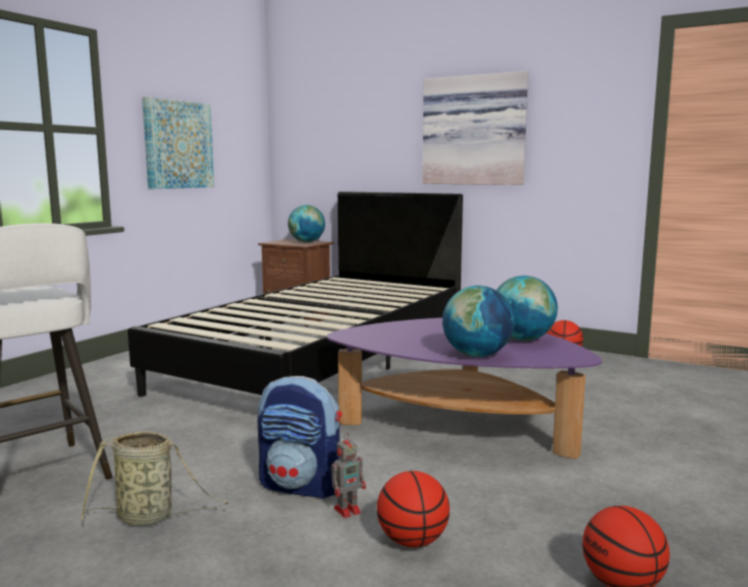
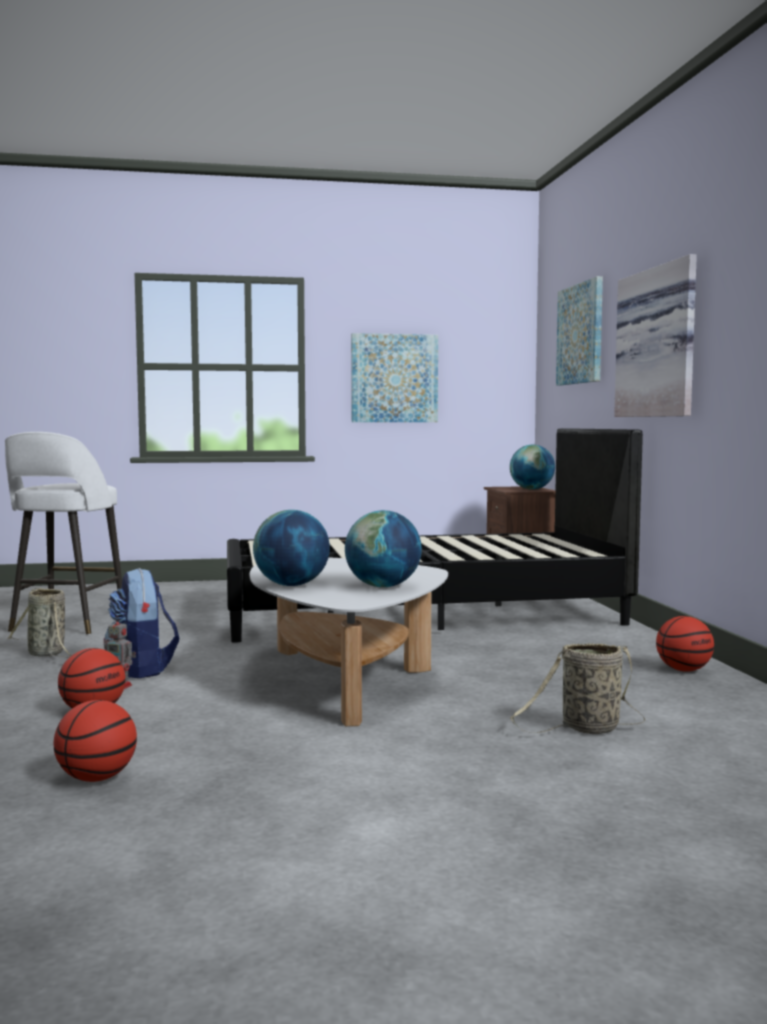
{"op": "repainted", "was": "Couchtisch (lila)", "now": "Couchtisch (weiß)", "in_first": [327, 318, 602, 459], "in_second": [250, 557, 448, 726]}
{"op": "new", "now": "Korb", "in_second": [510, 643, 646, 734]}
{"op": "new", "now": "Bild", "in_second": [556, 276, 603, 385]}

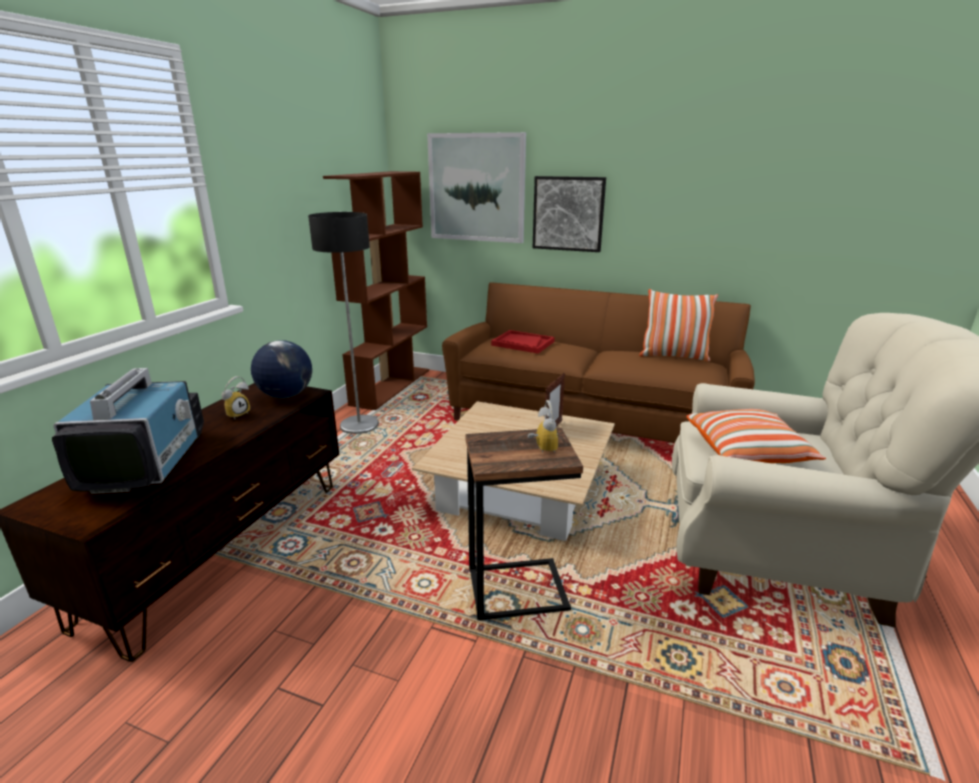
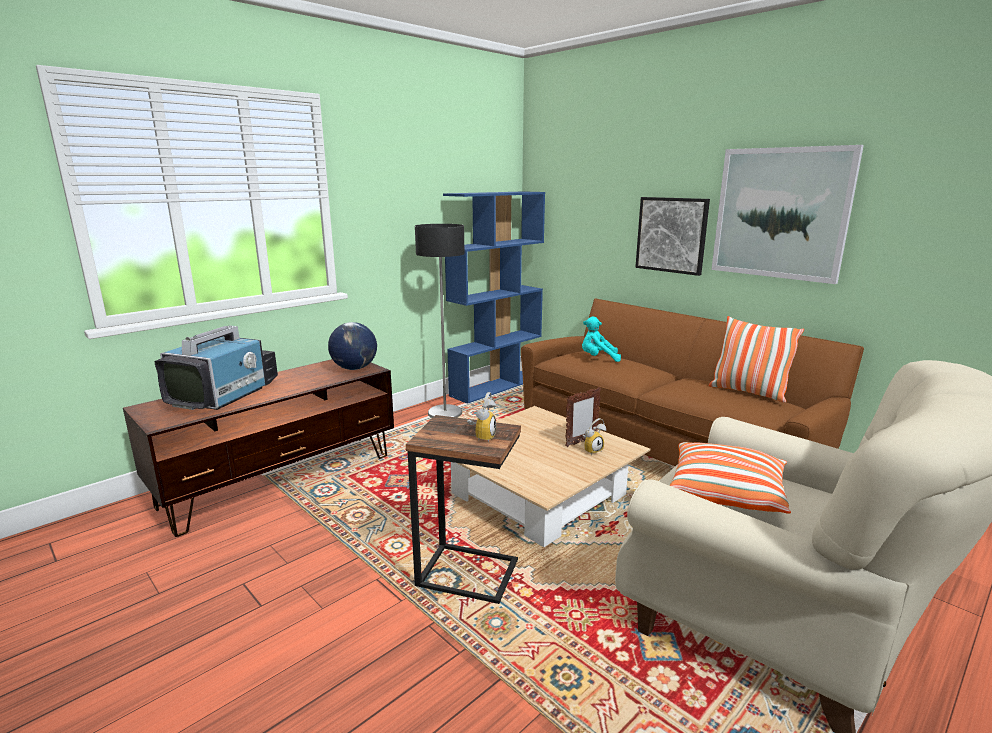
{"op": "repainted", "was": "Bücherregal (braun)", "now": "Bücherregal (blau)", "in_first": [323, 171, 429, 410], "in_second": [443, 191, 545, 403]}
{"op": "swapped", "was": "Tablett (rot)", "now": "Plüschtier (türkis)", "in_first": [491, 330, 555, 354], "in_second": [582, 316, 621, 362]}
{"op": "shifted", "was": "Wecker", "in_first": [221, 376, 250, 419], "in_second": [582, 418, 606, 455]}
{"op": "shifted", "was": "Bild", "in_first": [427, 132, 526, 243], "in_second": [711, 145, 864, 284]}

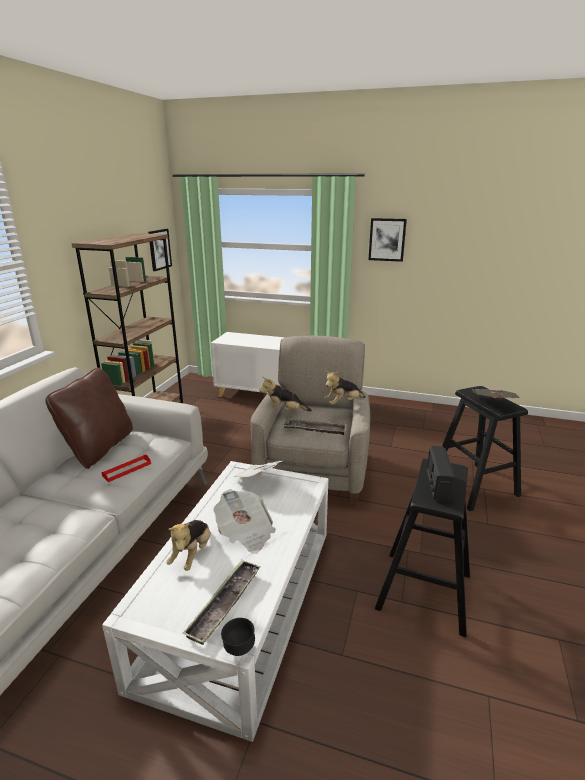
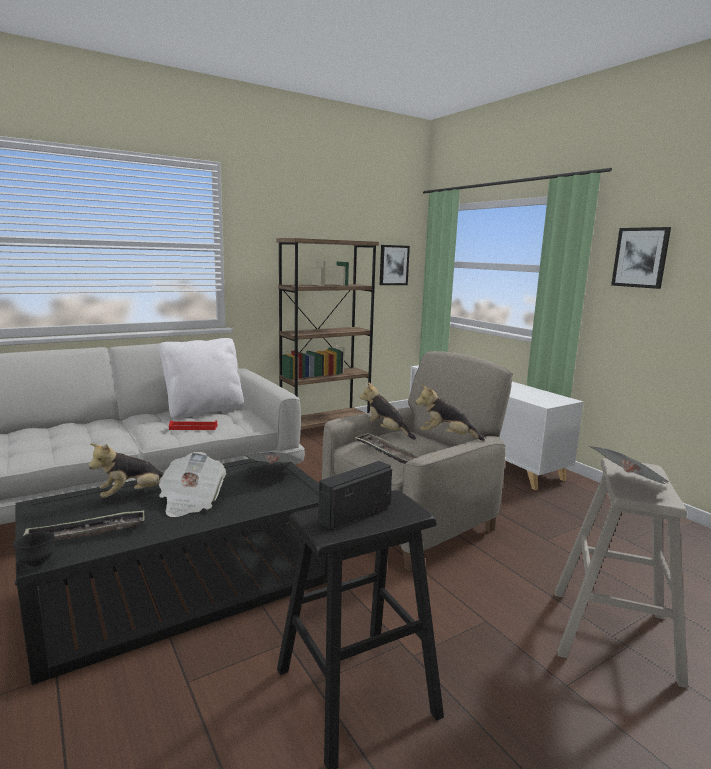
{"op": "repainted", "was": "Couchtisch (weiß)", "now": "Couchtisch (schwarz)", "in_first": [102, 461, 328, 742], "in_second": [15, 459, 328, 685]}
{"op": "repainted", "was": "Kissen (braun)", "now": "Kissen (weiß)", "in_first": [45, 368, 133, 469], "in_second": [159, 338, 244, 419]}
{"op": "repainted", "was": "Hocker (schwarz)", "now": "Hocker (beige)", "in_first": [442, 386, 528, 511], "in_second": [555, 458, 688, 688]}

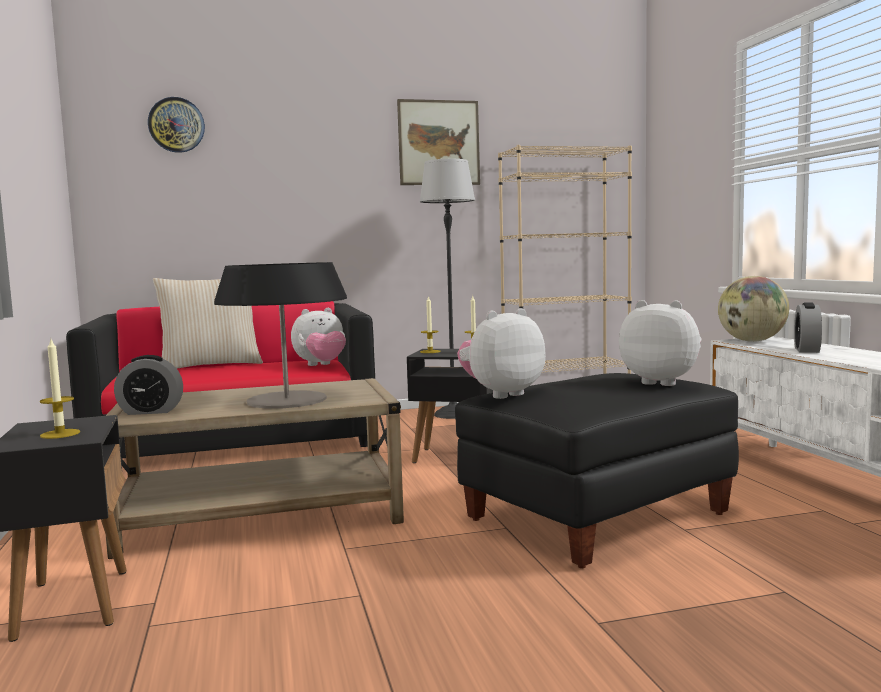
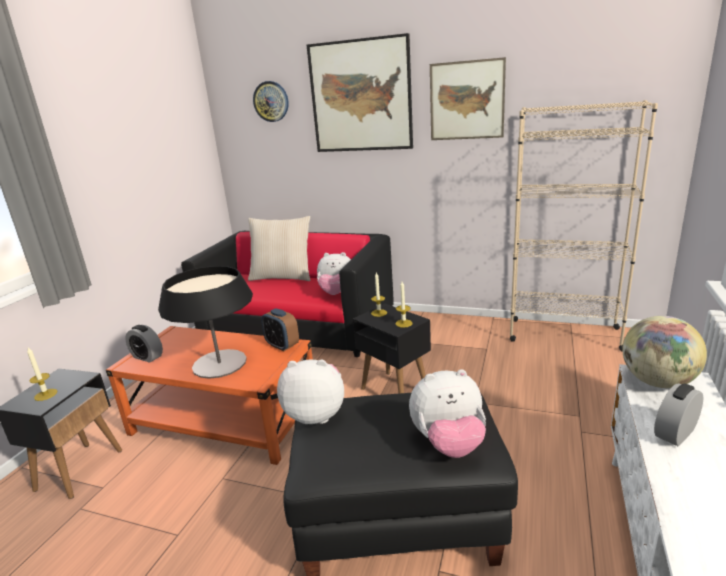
{"op": "repainted", "was": "Couchtisch (beige)", "now": "Couchtisch (orange)", "in_first": [106, 378, 404, 559], "in_second": [106, 326, 313, 465]}
{"op": "new", "now": "Wecker", "in_second": [261, 309, 299, 351]}
{"op": "new", "now": "Bild", "in_second": [307, 33, 413, 152]}
{"op": "rotated", "was": "Plüschtier", "in_first": [619, 300, 702, 386], "in_second": [409, 369, 486, 458], "clockwise": 105}
{"op": "gone", "was": "Stehlampe", "in_first": [420, 159, 475, 419]}

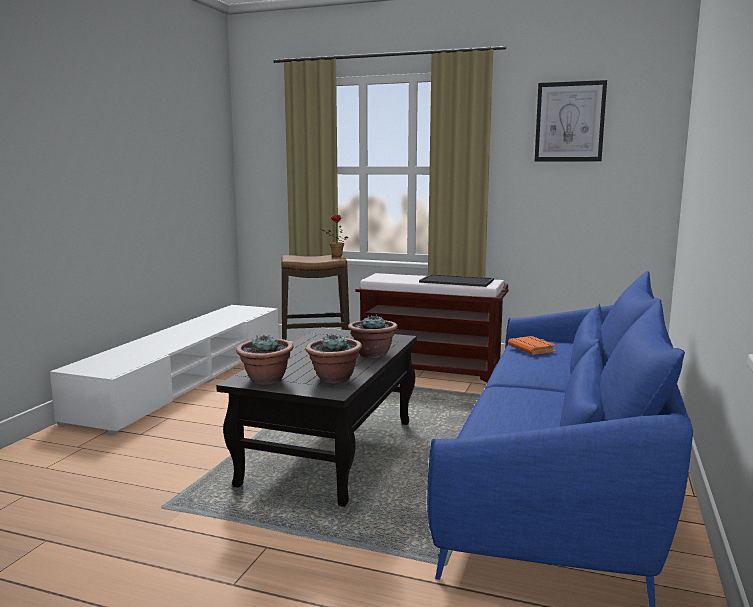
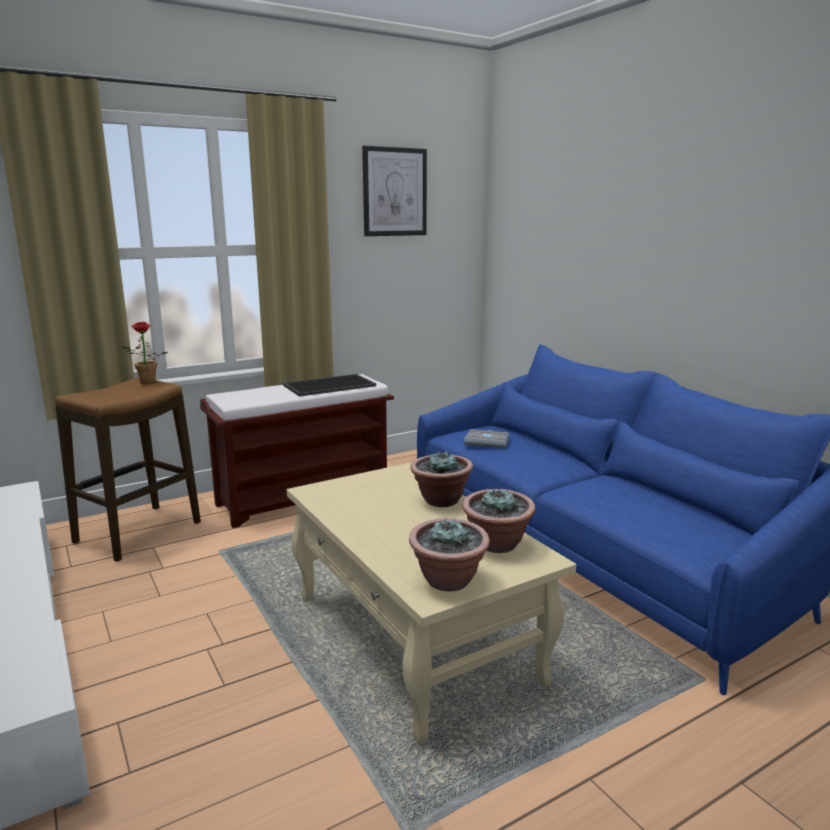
{"op": "repainted", "was": "Couchtisch (schwarz)", "now": "Couchtisch (beige)", "in_first": [216, 328, 417, 507], "in_second": [287, 463, 576, 745]}
{"op": "repainted", "was": "Buch (orange)", "now": "Buch (grau)", "in_first": [508, 336, 556, 355], "in_second": [464, 429, 509, 449]}

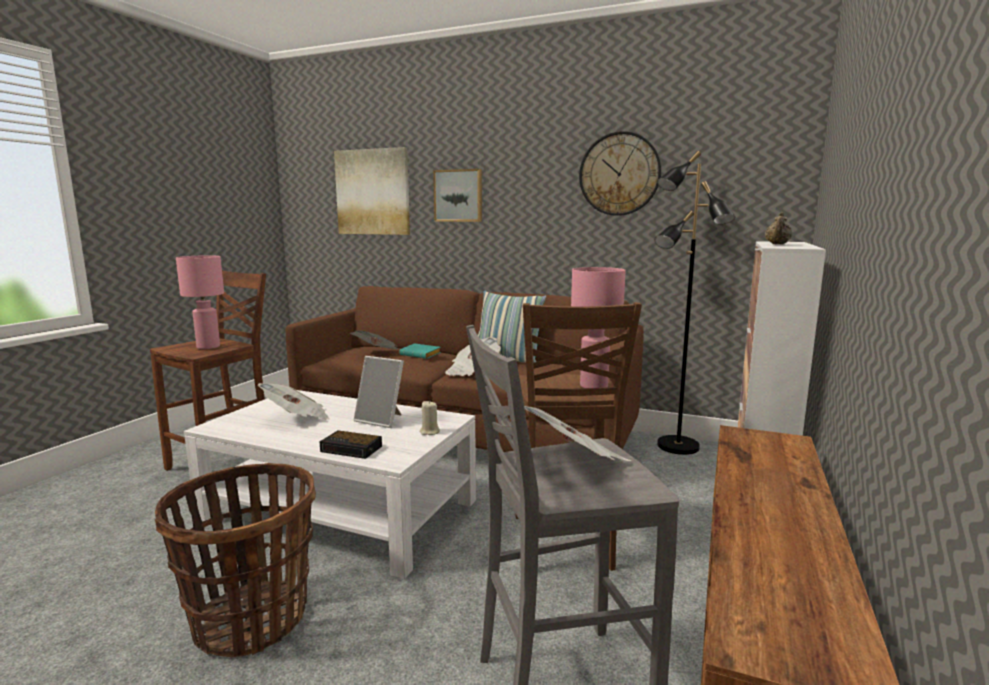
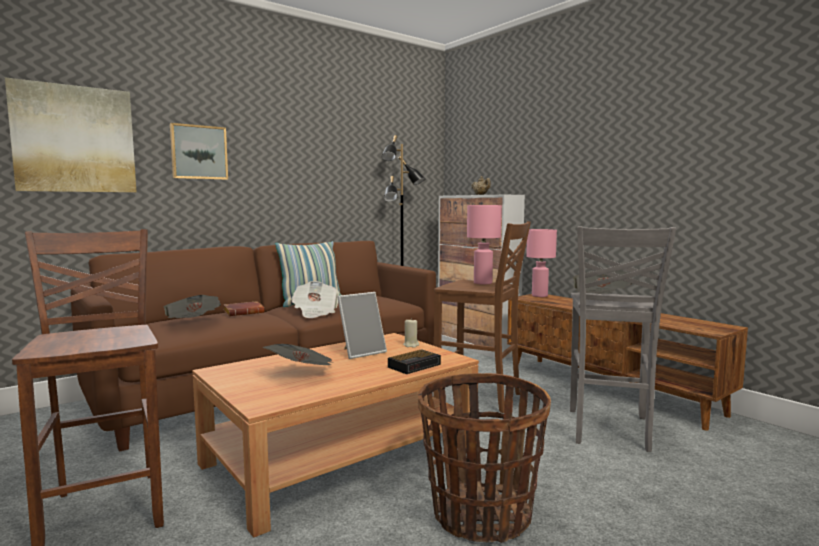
{"op": "repainted", "was": "Couchtisch (weiß)", "now": "Couchtisch (braun)", "in_first": [184, 390, 476, 579], "in_second": [192, 333, 479, 538]}
{"op": "repainted", "was": "Buch (türkis)", "now": "Buch (braun)", "in_first": [399, 343, 441, 359], "in_second": [224, 301, 264, 316]}
{"op": "shifted", "was": "Tischlampe (rosa)", "in_first": [176, 255, 224, 349], "in_second": [526, 229, 557, 297]}
{"op": "gone", "was": "Wanduhr", "in_first": [579, 131, 661, 216]}

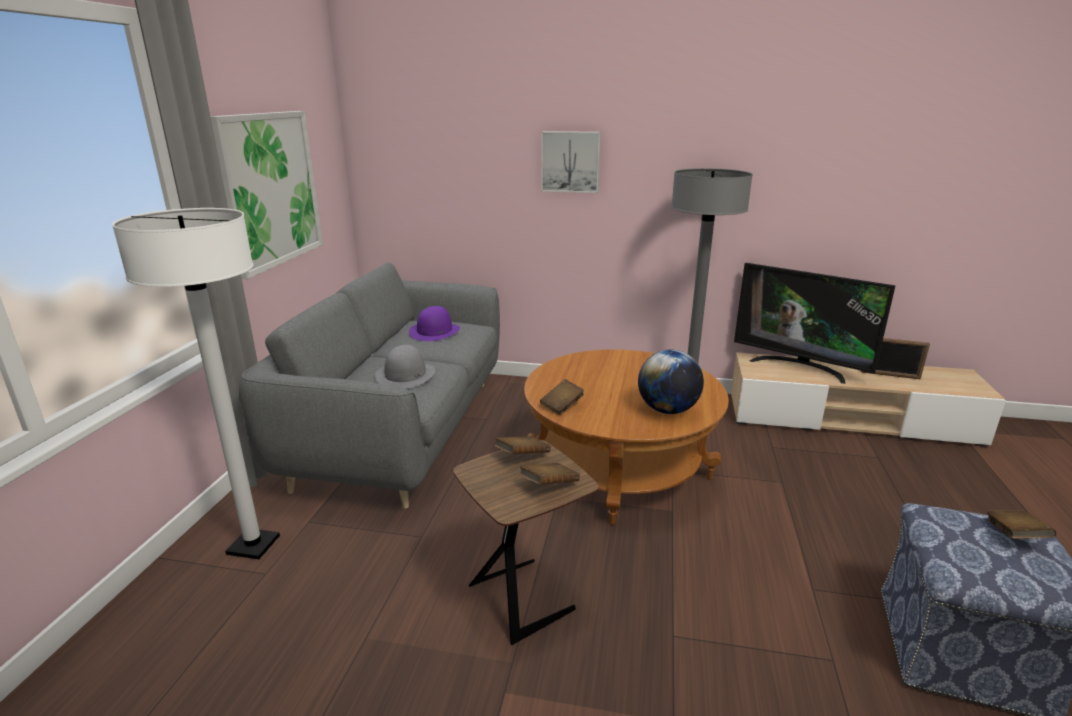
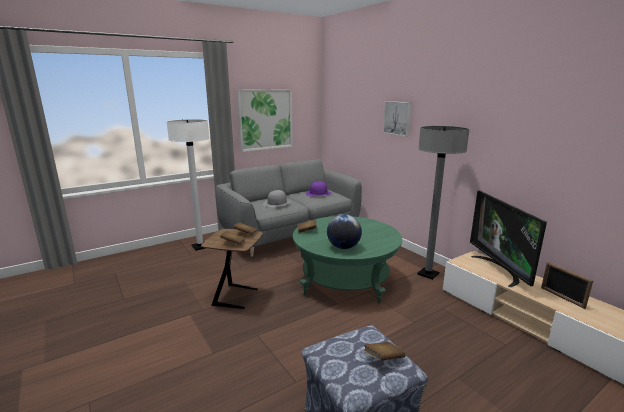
{"op": "repainted", "was": "Couchtisch (braun)", "now": "Couchtisch (grün)", "in_first": [524, 349, 729, 524], "in_second": [293, 216, 402, 303]}

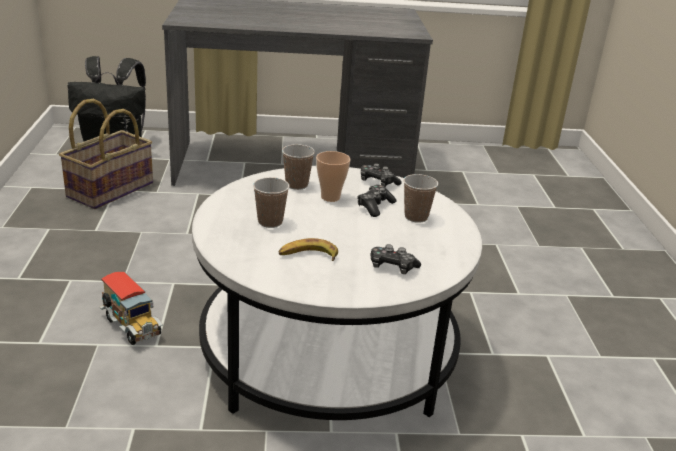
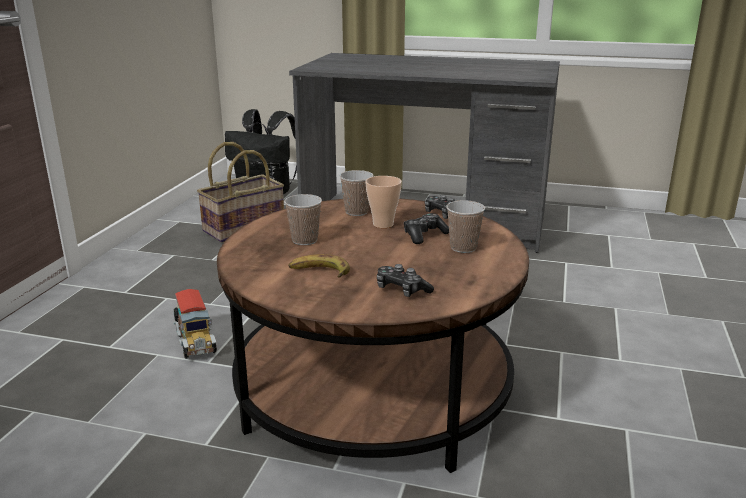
{"op": "repainted", "was": "Couchtisch (weiß)", "now": "Couchtisch (braun)", "in_first": [192, 166, 482, 420], "in_second": [217, 198, 529, 473]}

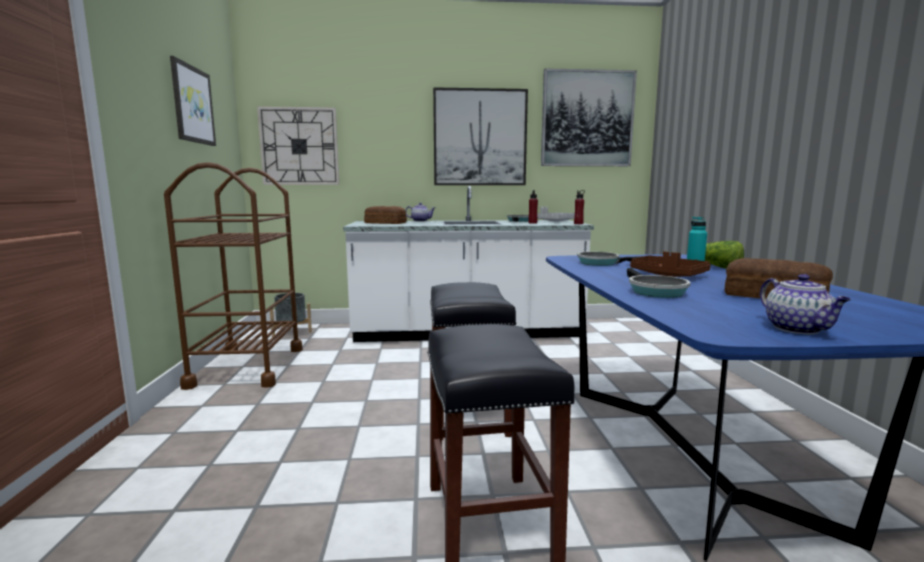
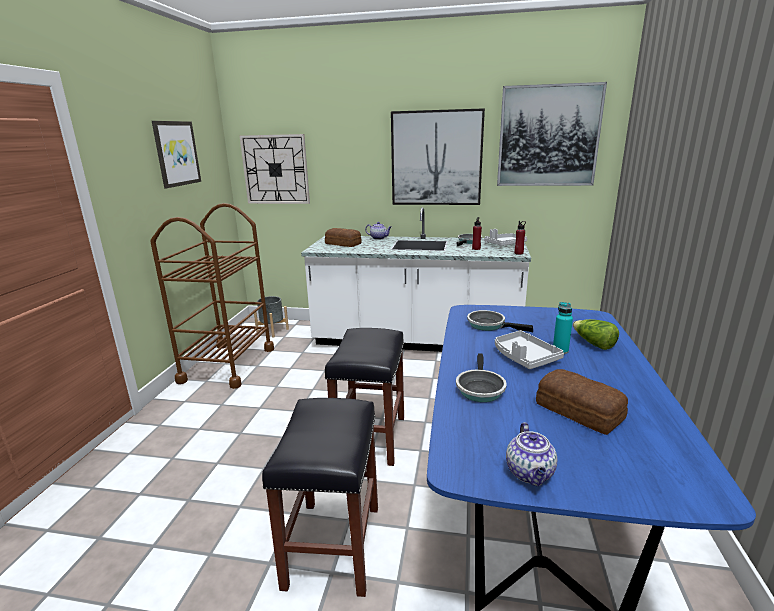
{"op": "repainted", "was": "Tablett (braun)", "now": "Tablett (grau)", "in_first": [630, 251, 711, 277], "in_second": [495, 330, 564, 369]}

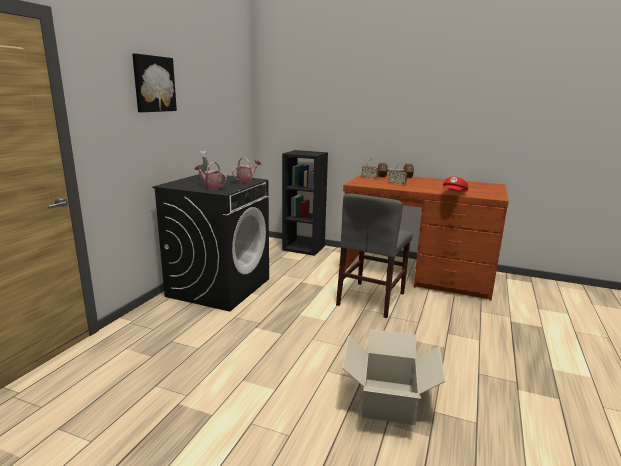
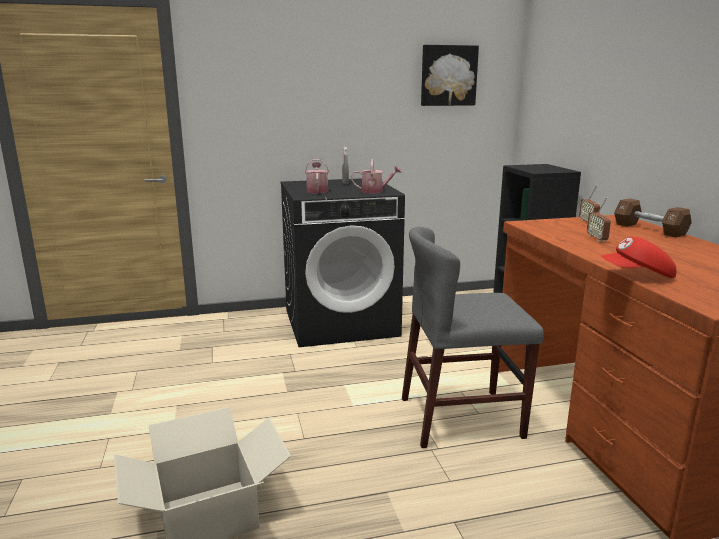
{"op": "shifted", "was": "Bild", "in_first": [132, 54, 177, 112], "in_second": [421, 45, 479, 106]}

